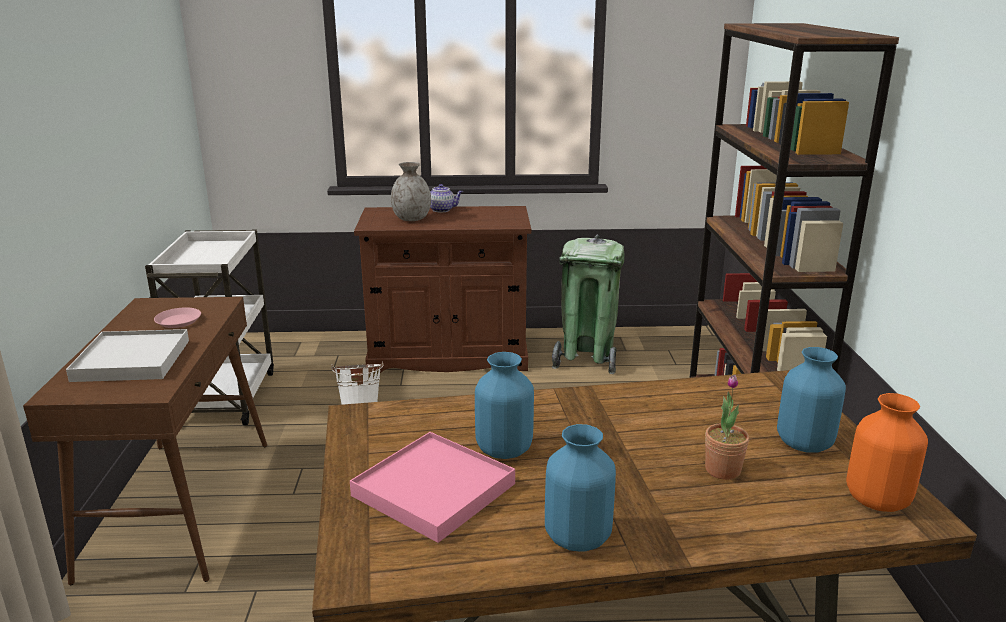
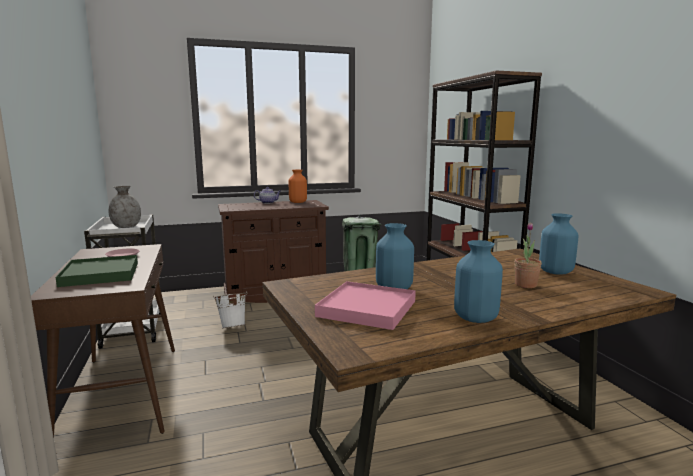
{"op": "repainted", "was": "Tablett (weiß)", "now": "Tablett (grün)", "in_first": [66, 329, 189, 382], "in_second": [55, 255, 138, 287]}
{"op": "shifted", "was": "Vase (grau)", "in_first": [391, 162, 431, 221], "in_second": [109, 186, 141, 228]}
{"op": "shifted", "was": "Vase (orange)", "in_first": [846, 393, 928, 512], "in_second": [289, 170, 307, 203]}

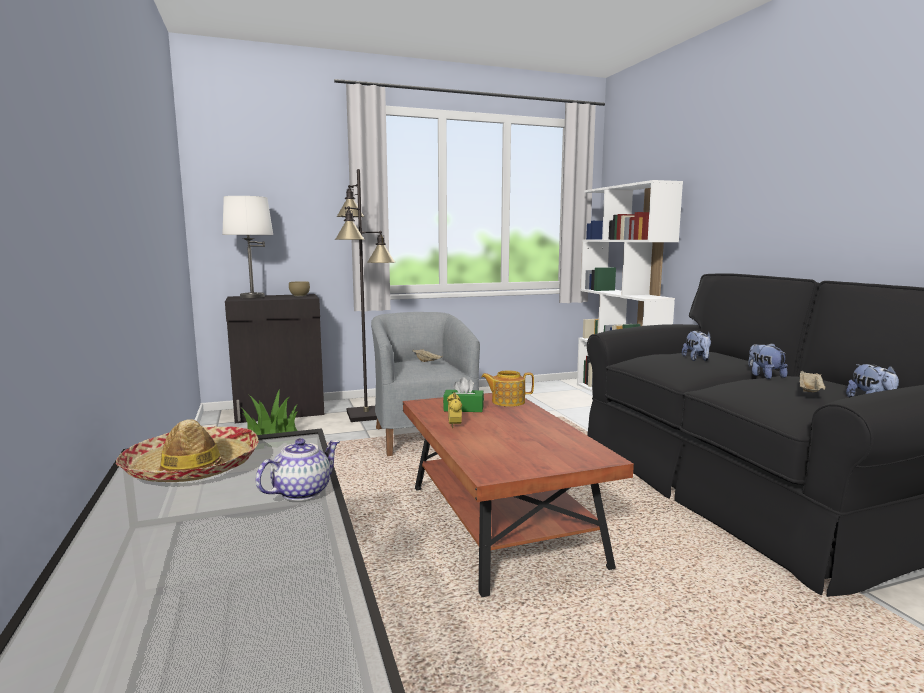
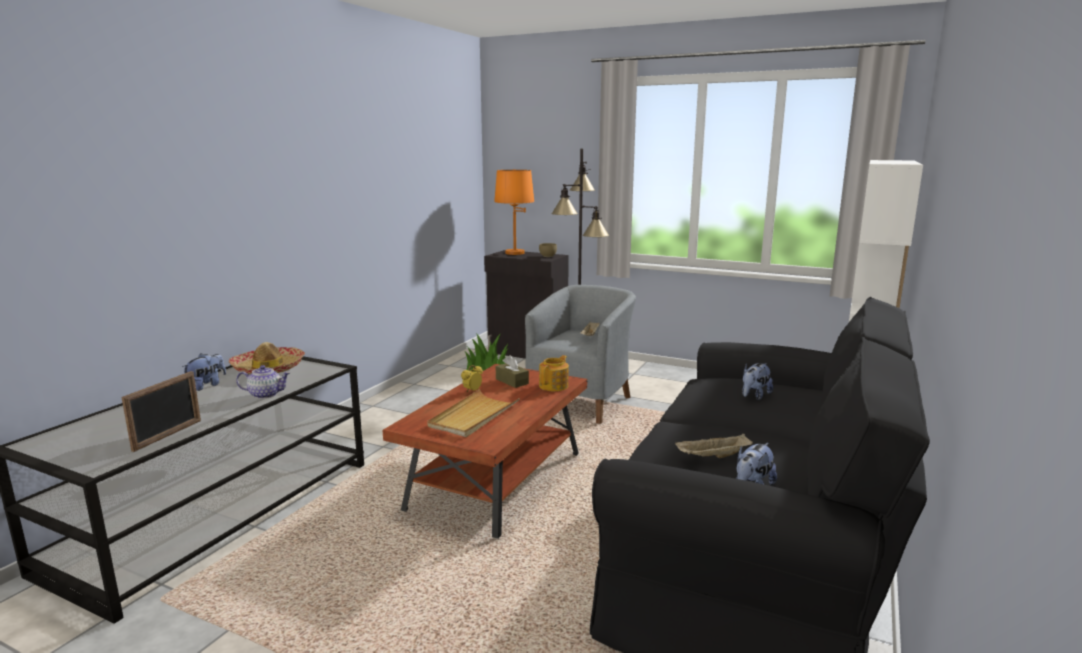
{"op": "new", "now": "Bilderrahmen", "in_second": [121, 371, 201, 452]}
{"op": "shifted", "was": "Plüschtier", "in_first": [748, 343, 788, 379], "in_second": [182, 353, 226, 391]}
{"op": "new", "now": "Tablett (beige)", "in_second": [427, 389, 520, 437]}
{"op": "repainted", "was": "Tischlampe (weiß)", "now": "Tischlampe (orange)", "in_first": [222, 196, 273, 298], "in_second": [494, 169, 534, 255]}
{"op": "repainted", "was": "Taschentuchbox (grün)", "now": "Taschentuchbox (braun)", "in_first": [443, 377, 484, 412], "in_second": [496, 355, 529, 388]}
{"op": "rotated", "was": "Teekanne", "in_first": [481, 370, 534, 407], "in_second": [539, 355, 569, 391], "clockwise": 75}

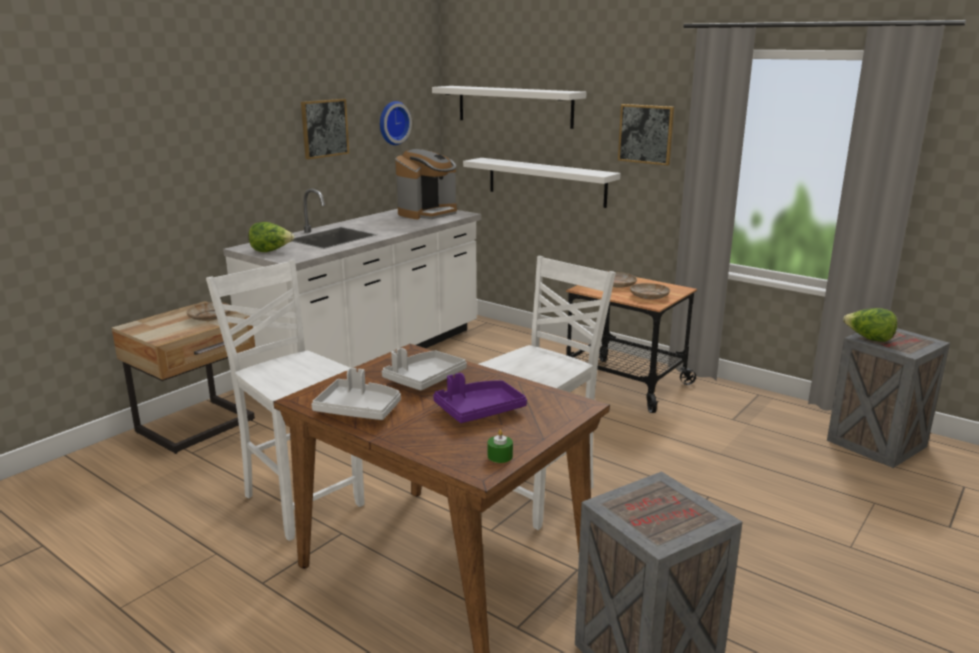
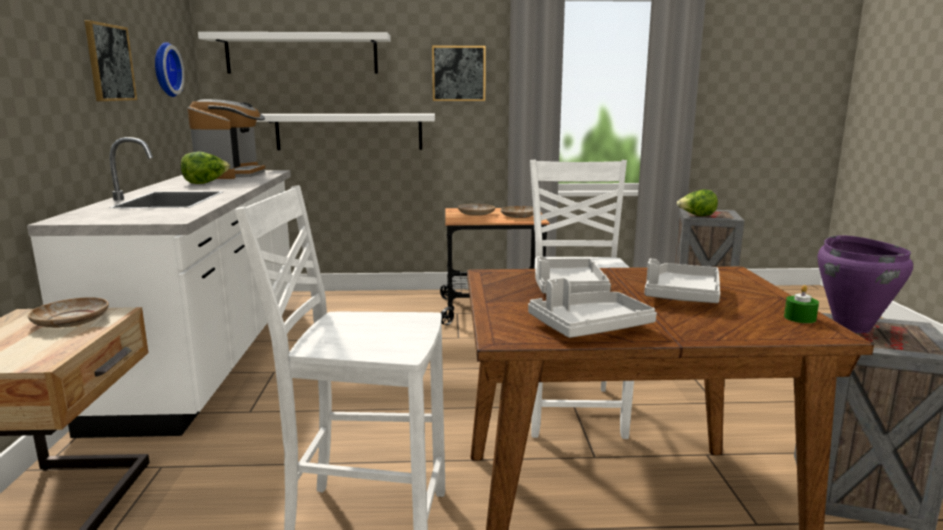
{"op": "shifted", "was": "Salatkopf", "in_first": [249, 222, 294, 252], "in_second": [181, 152, 230, 184]}
{"op": "repainted", "was": "Tablett (lila)", "now": "Tablett (grau)", "in_first": [433, 373, 527, 423], "in_second": [644, 259, 720, 303]}
{"op": "new", "now": "Kochtopf (lila)", "in_second": [818, 235, 913, 333]}

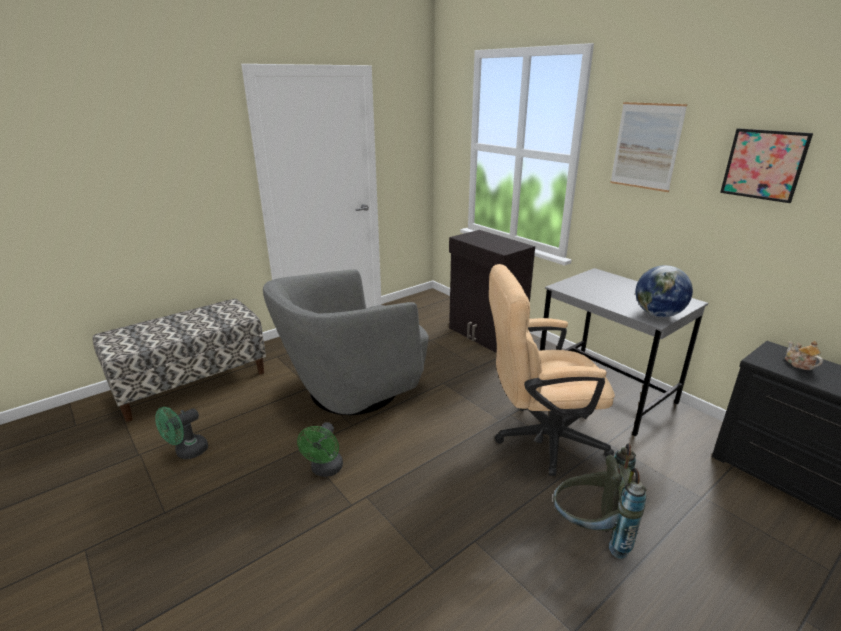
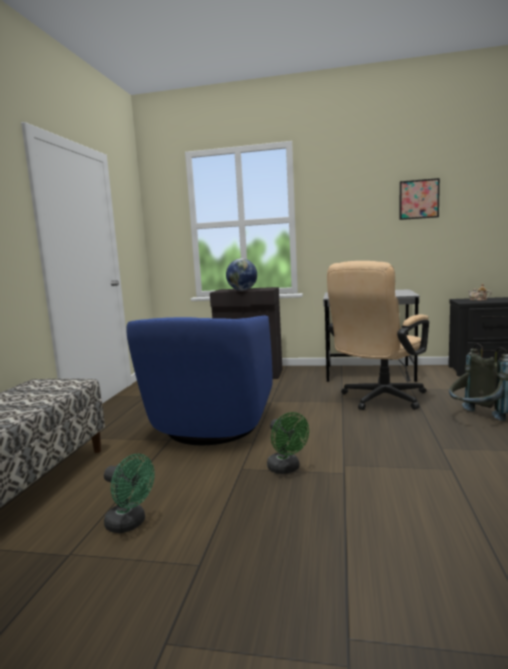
{"op": "rotated", "was": "Ventilator (grün)", "in_first": [156, 407, 208, 459], "in_second": [104, 454, 155, 533], "clockwise": -60}
{"op": "repainted", "was": "Sessel (grau)", "now": "Sessel (blau)", "in_first": [263, 269, 429, 415], "in_second": [126, 316, 273, 445]}
{"op": "shifted", "was": "Globus", "in_first": [635, 265, 693, 317], "in_second": [226, 258, 257, 291]}
{"op": "gone", "was": "Bild", "in_first": [610, 102, 687, 192]}

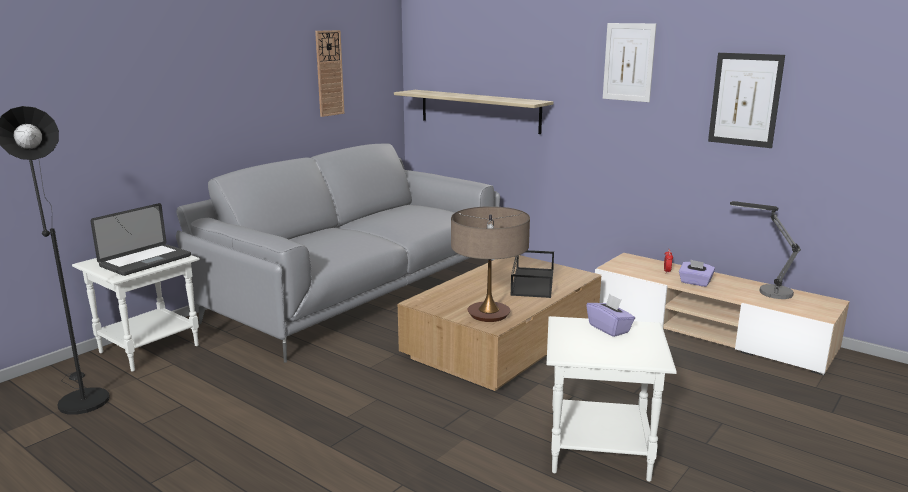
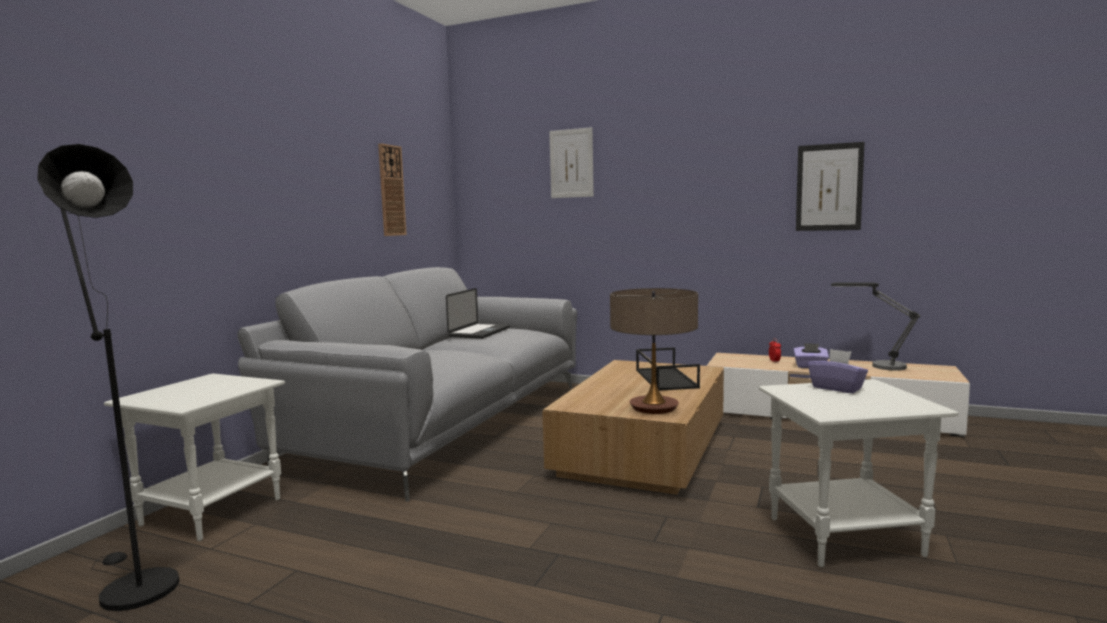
{"op": "shifted", "was": "Laptop", "in_first": [90, 203, 191, 276], "in_second": [446, 288, 510, 339]}
{"op": "shifted", "was": "Bild", "in_first": [603, 23, 656, 102], "in_second": [549, 127, 594, 198]}
{"op": "gone", "was": "Wandregal", "in_first": [394, 90, 553, 134]}

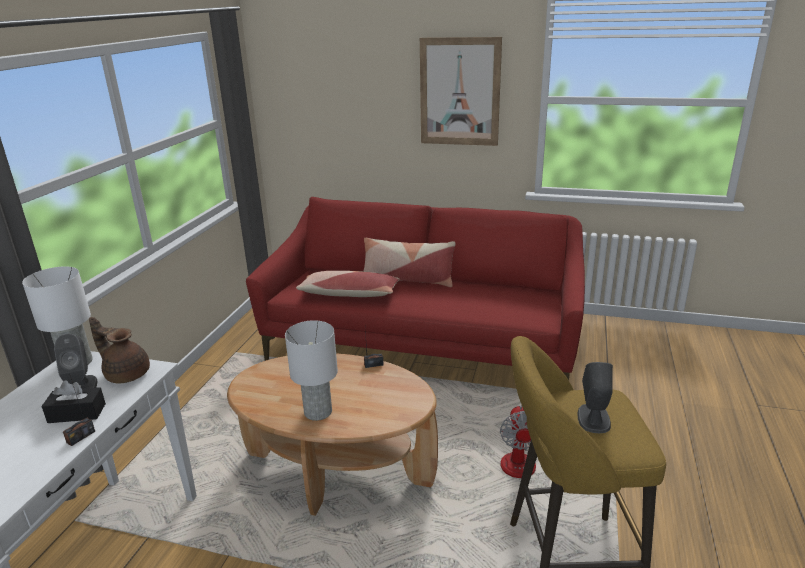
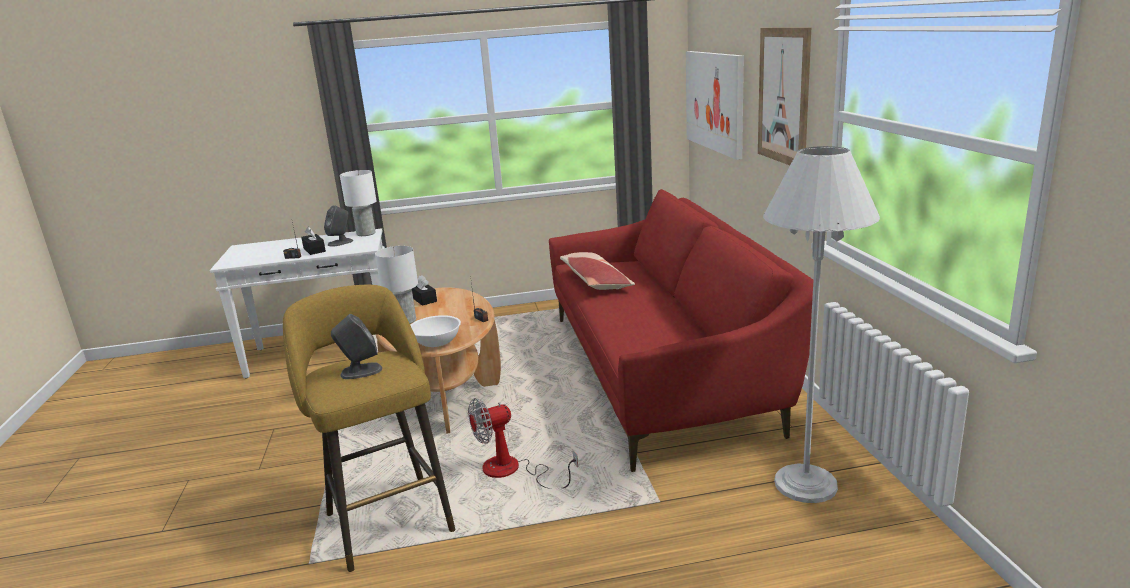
{"op": "new", "now": "Schüssel (weiß)", "in_second": [410, 315, 461, 347]}
{"op": "new", "now": "Taschentuchbox (schwarz)", "in_second": [412, 275, 437, 306]}
{"op": "new", "now": "Bild", "in_second": [686, 51, 744, 160]}
{"op": "new", "now": "Stehlampe (weiß)", "in_second": [763, 146, 880, 503]}
{"op": "gone", "was": "Teekanne (braun)", "in_first": [89, 317, 150, 384]}
{"op": "gone", "was": "Kissen", "in_first": [363, 238, 455, 287]}

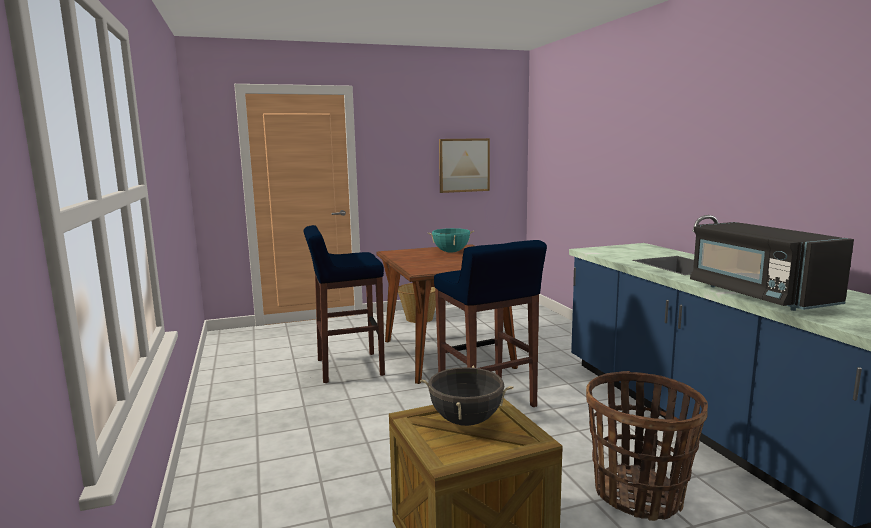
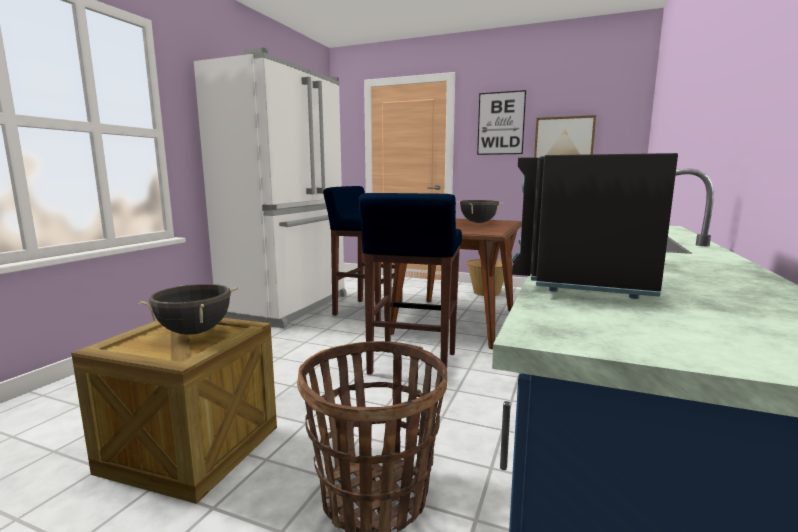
{"op": "new", "now": "Kühlschrank (weiß)", "in_second": [194, 47, 347, 328]}
{"op": "repainted", "was": "Kochtopf (türkis)", "now": "Kochtopf (schwarz)", "in_first": [428, 228, 474, 253], "in_second": [457, 200, 503, 223]}
{"op": "new", "now": "Bild", "in_second": [477, 90, 526, 155]}

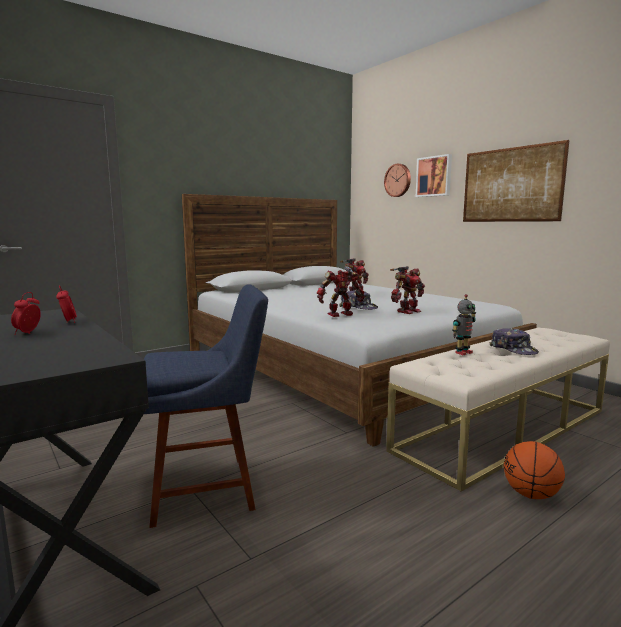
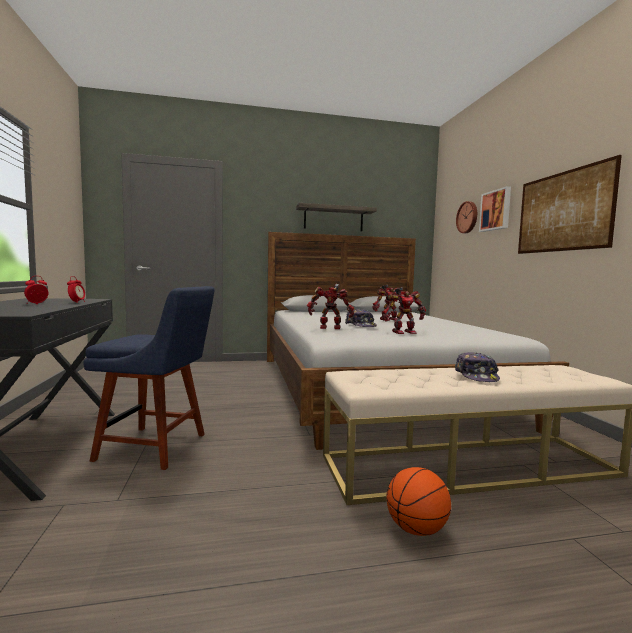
{"op": "new", "now": "Wandregal", "in_second": [296, 203, 377, 231]}
{"op": "gone", "was": "Spielzeugroboter", "in_first": [452, 294, 476, 355]}

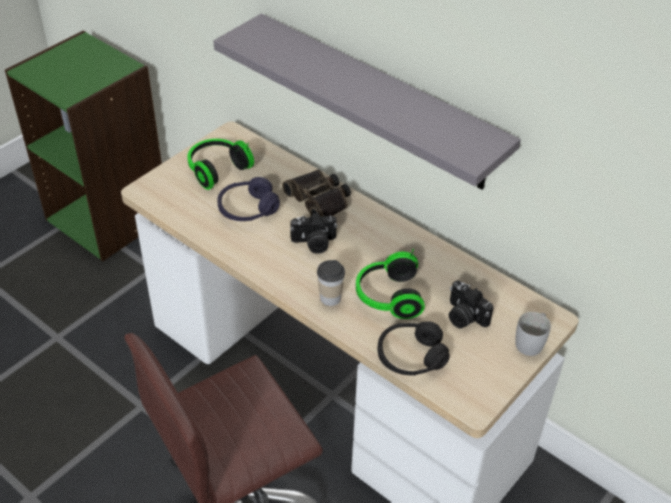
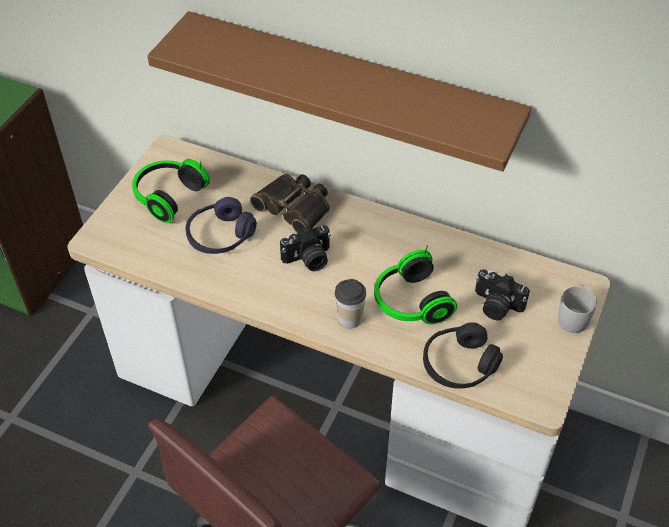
{"op": "repainted", "was": "Wandregal (grau)", "now": "Wandregal (braun)", "in_first": [213, 13, 521, 190], "in_second": [147, 11, 531, 172]}

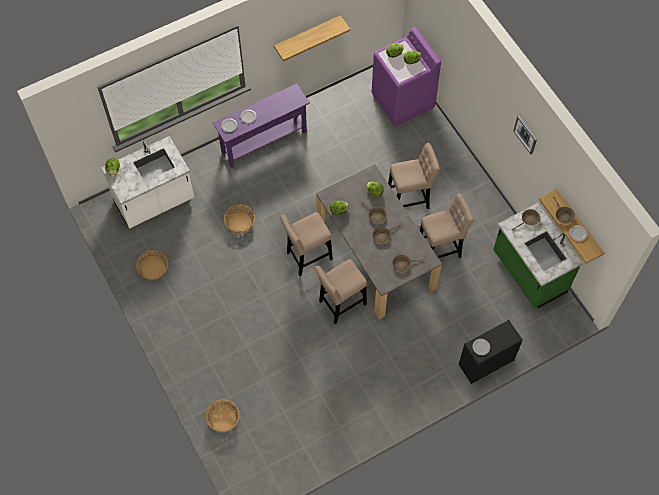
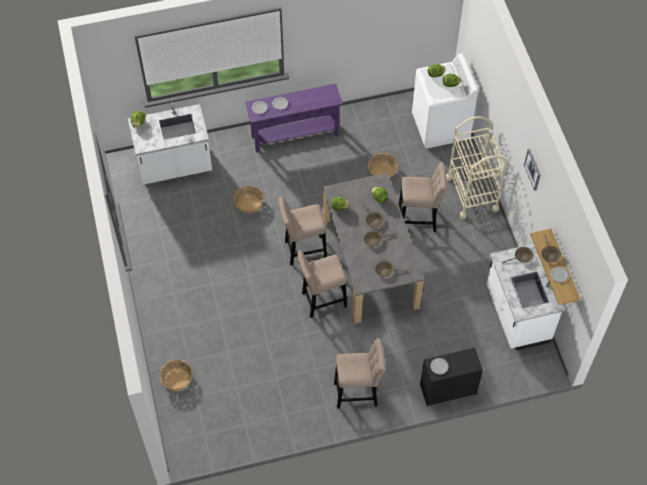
{"op": "shifted", "was": "Hocker (beige)", "in_first": [420, 193, 474, 258], "in_second": [334, 338, 385, 409]}
{"op": "shifted", "was": "Korb", "in_first": [136, 250, 168, 280], "in_second": [368, 153, 398, 178]}
{"op": "repainted", "was": "Waschmaschine (lila)", "now": "Waschmaschine (weiß)", "in_first": [372, 27, 441, 126], "in_second": [412, 54, 478, 149]}
{"op": "new", "now": "Rollwagen (beige)", "in_second": [446, 116, 508, 219]}
{"op": "repainted", "was": "Küchenzeile (grün)", "now": "Küchenzeile (weiß)", "in_first": [493, 203, 582, 308], "in_second": [487, 244, 563, 351]}
{"op": "gone", "was": "Wandregal", "in_first": [274, 15, 350, 61]}

